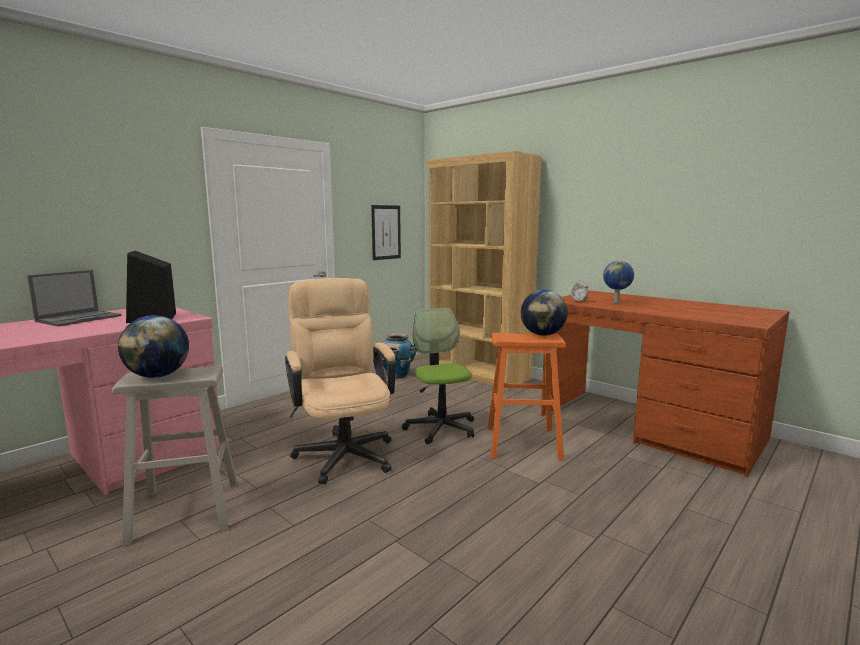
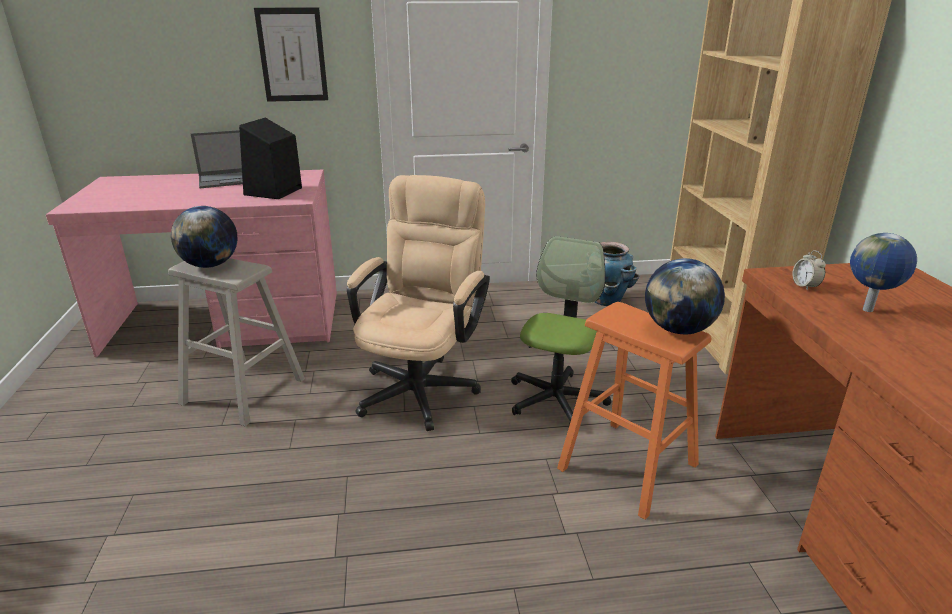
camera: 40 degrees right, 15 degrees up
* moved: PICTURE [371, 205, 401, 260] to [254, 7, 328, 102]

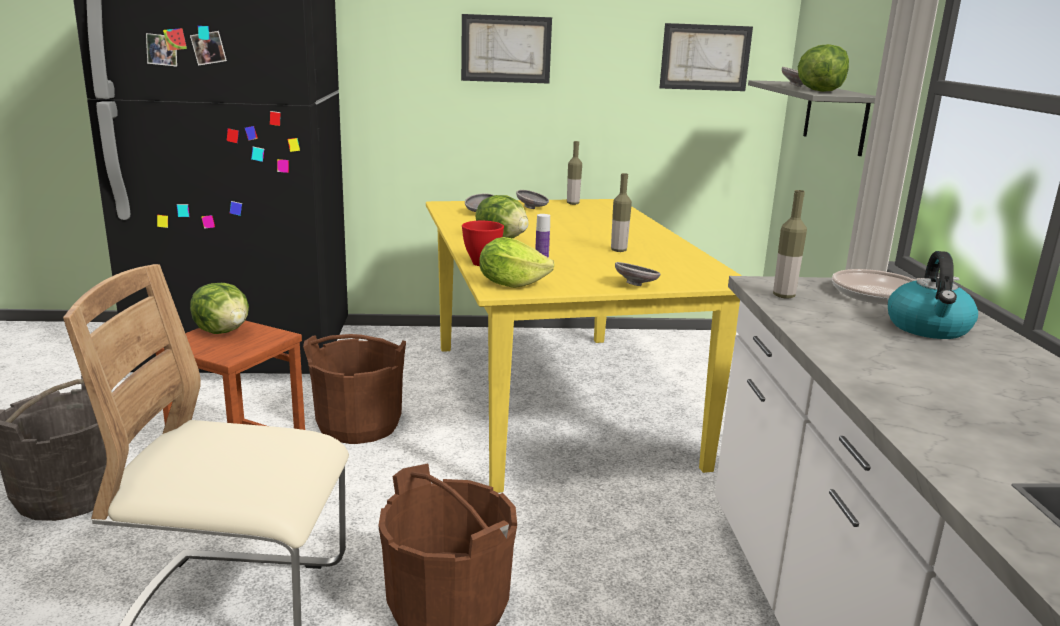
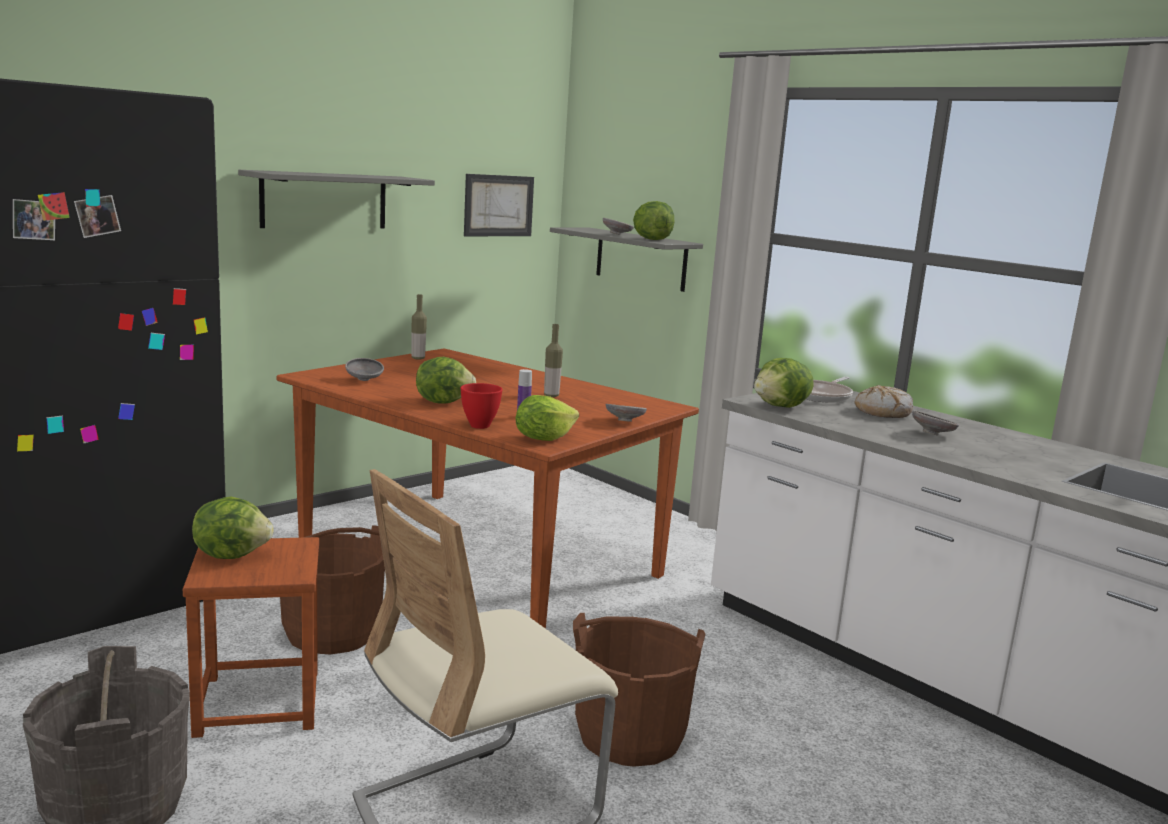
camera: 40 degrees left, 5 degrees down
* recoloured: YELLOW DINING TABLE [426, 199, 742, 493] to BROWN DINING TABLE [276, 348, 699, 629]
* replaced: PICTURE [461, 14, 552, 84] to GREY SHELF [238, 170, 435, 228]
* moved: GREY BOWL [516, 190, 549, 209] to [912, 410, 959, 436]
* replaced: BOTTLE [773, 190, 807, 298] to LETTUCE [754, 358, 814, 408]
* replaced: KETTLE [888, 251, 978, 339] to BREAD [855, 385, 913, 418]

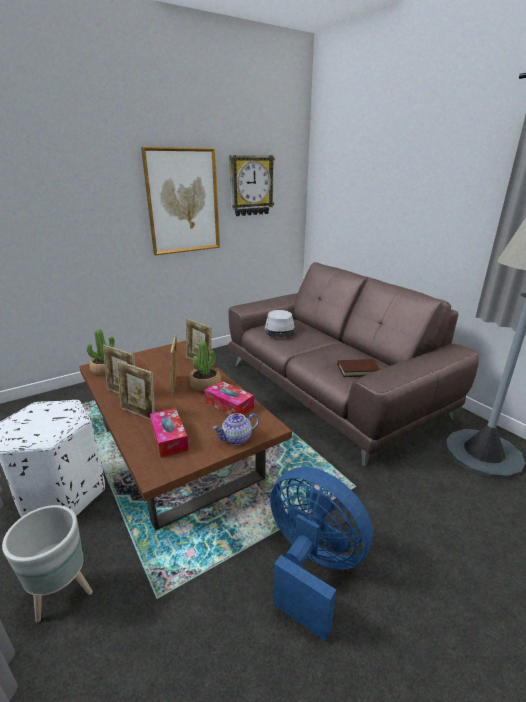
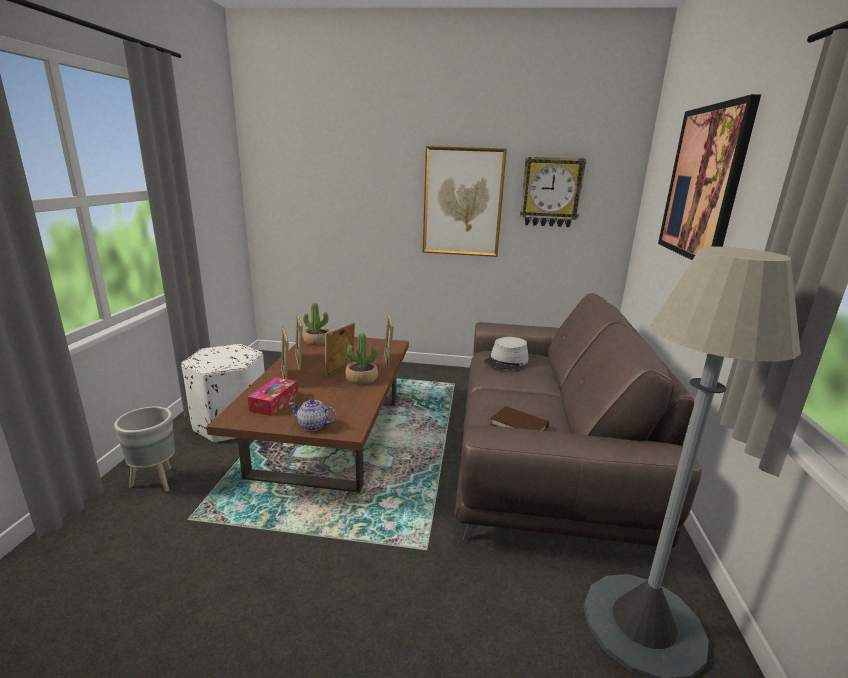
camera: 40 degrees right, 5 degrees down
* removed: TISSUE BOX [204, 381, 254, 415]
* removed: BLUE FAN [270, 467, 373, 642]
* added: PICTURE [658, 94, 761, 260]

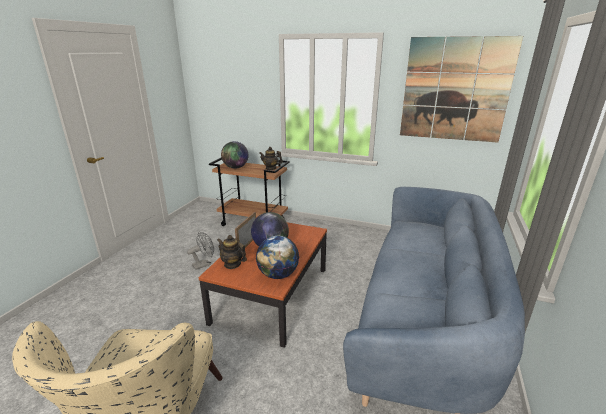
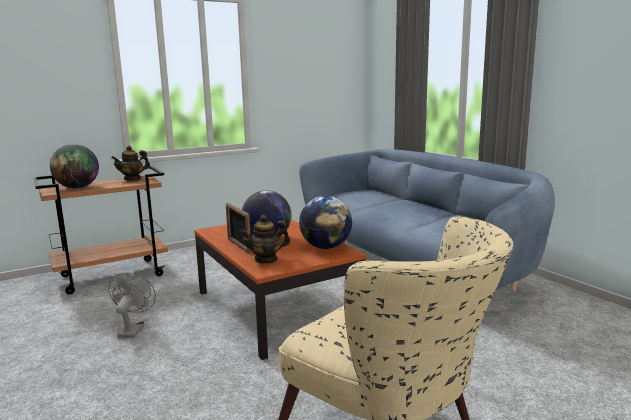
camera: 50 degrees left, 10 degrees down
* removed: PICTURE [400, 36, 523, 143]

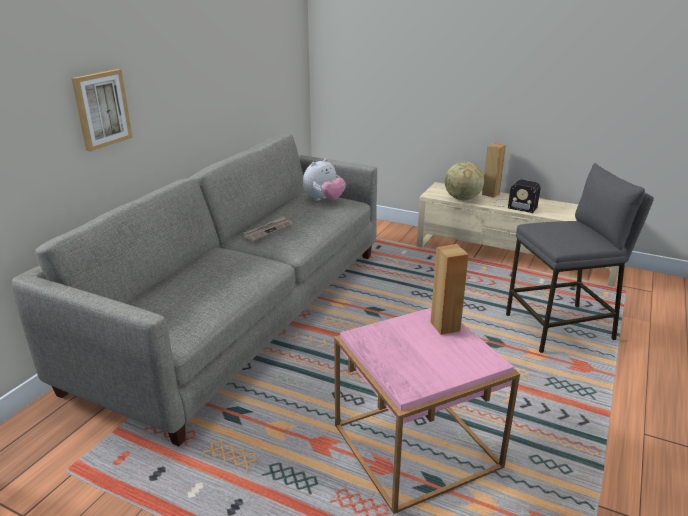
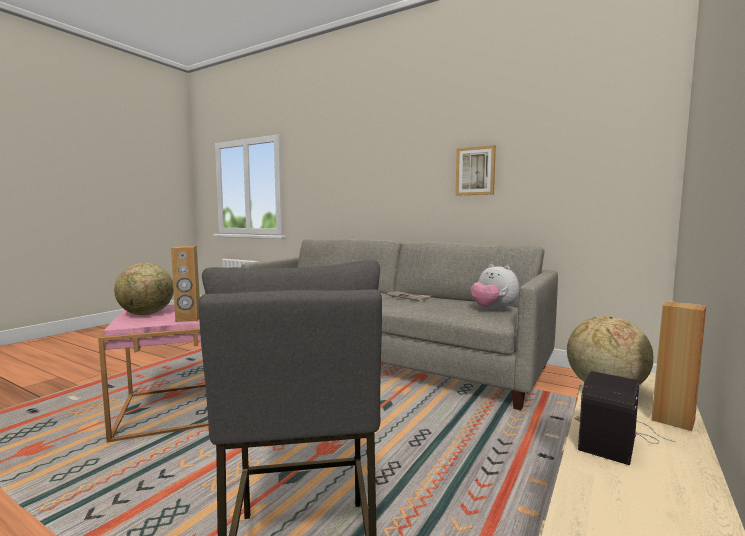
camera: 95 degrees right, 20 degrees down
* moved: PICTURE [71, 69, 133, 151] to [456, 145, 496, 196]
* added: GLOBE [114, 263, 174, 315]

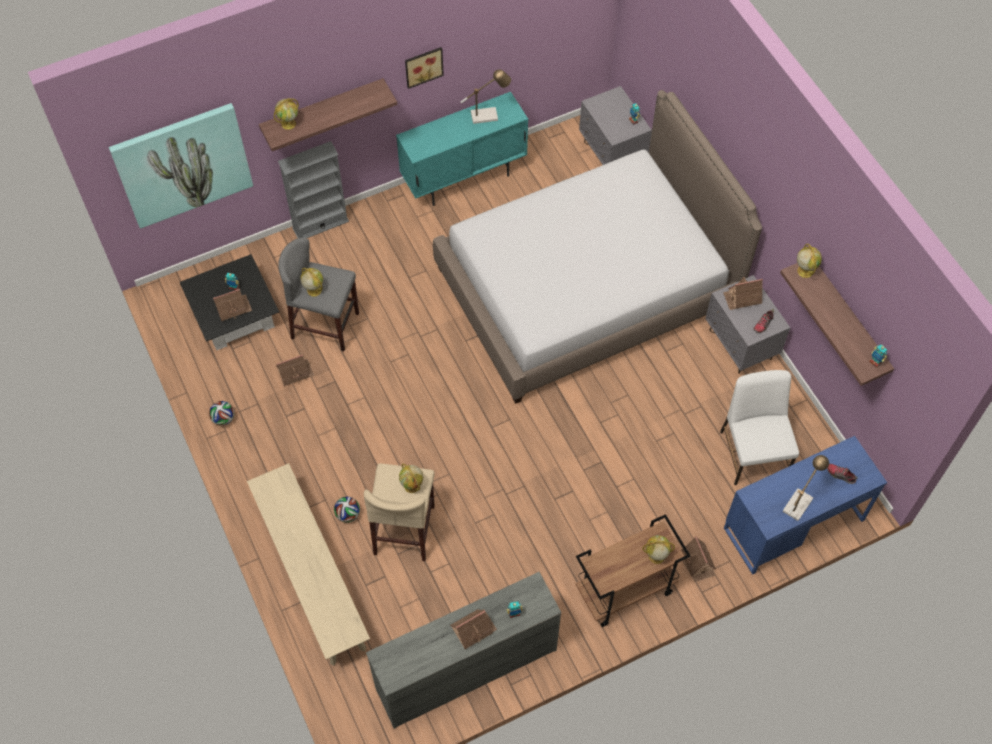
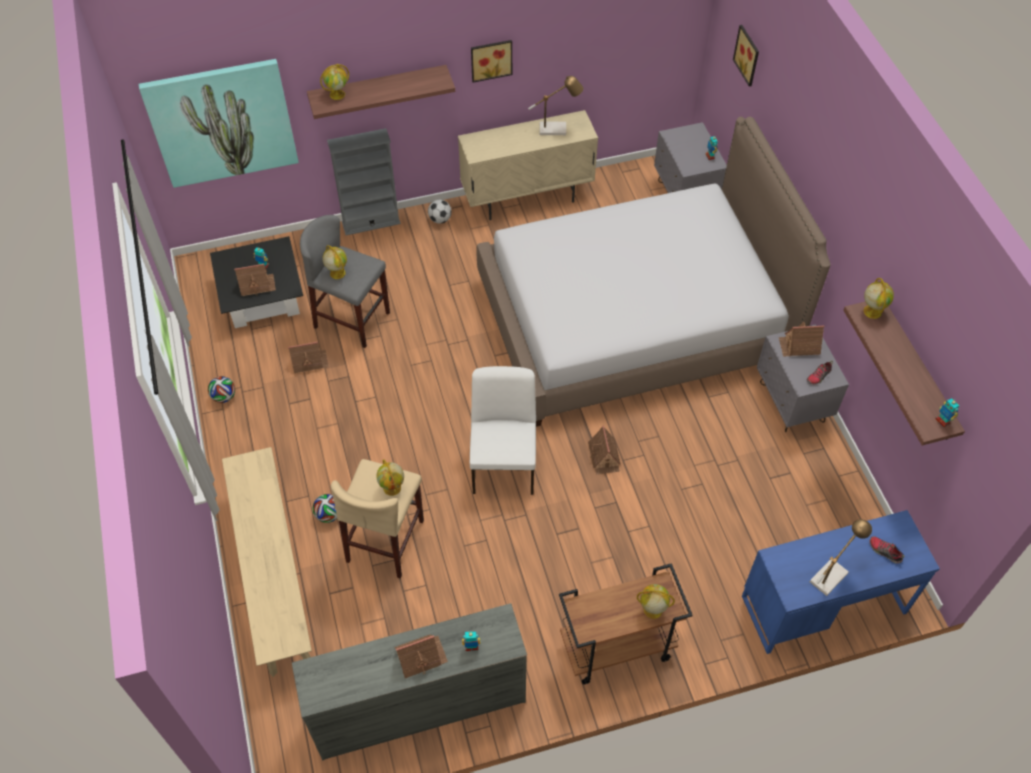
camera: 10 degrees right, 5 degrees down
* recoloured: TURQUOISE CABINET [396, 92, 528, 206] to BEIGE CABINET [458, 110, 598, 220]
* moved: TOY HOUSE [681, 536, 716, 582] to [588, 425, 621, 474]
* moved: WHITE CHAIR [720, 370, 799, 485] to [470, 366, 536, 495]
* added: FOOTBALL [428, 200, 452, 224]
* added: PICTURE [733, 25, 759, 87]

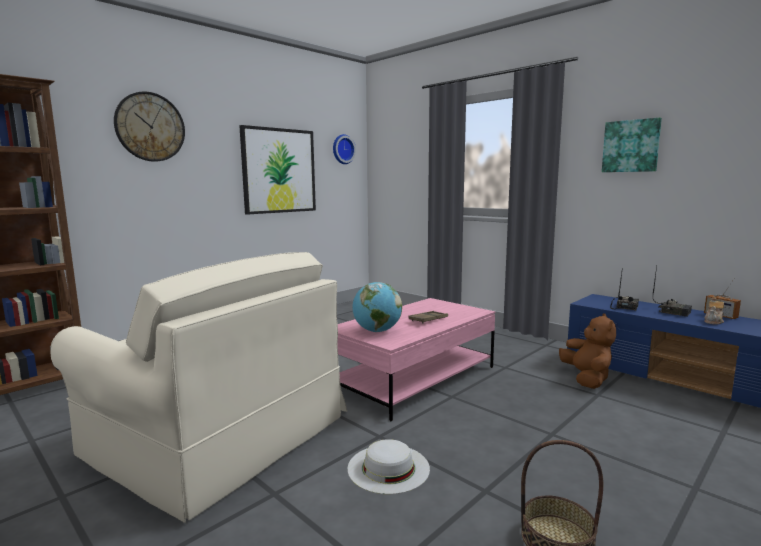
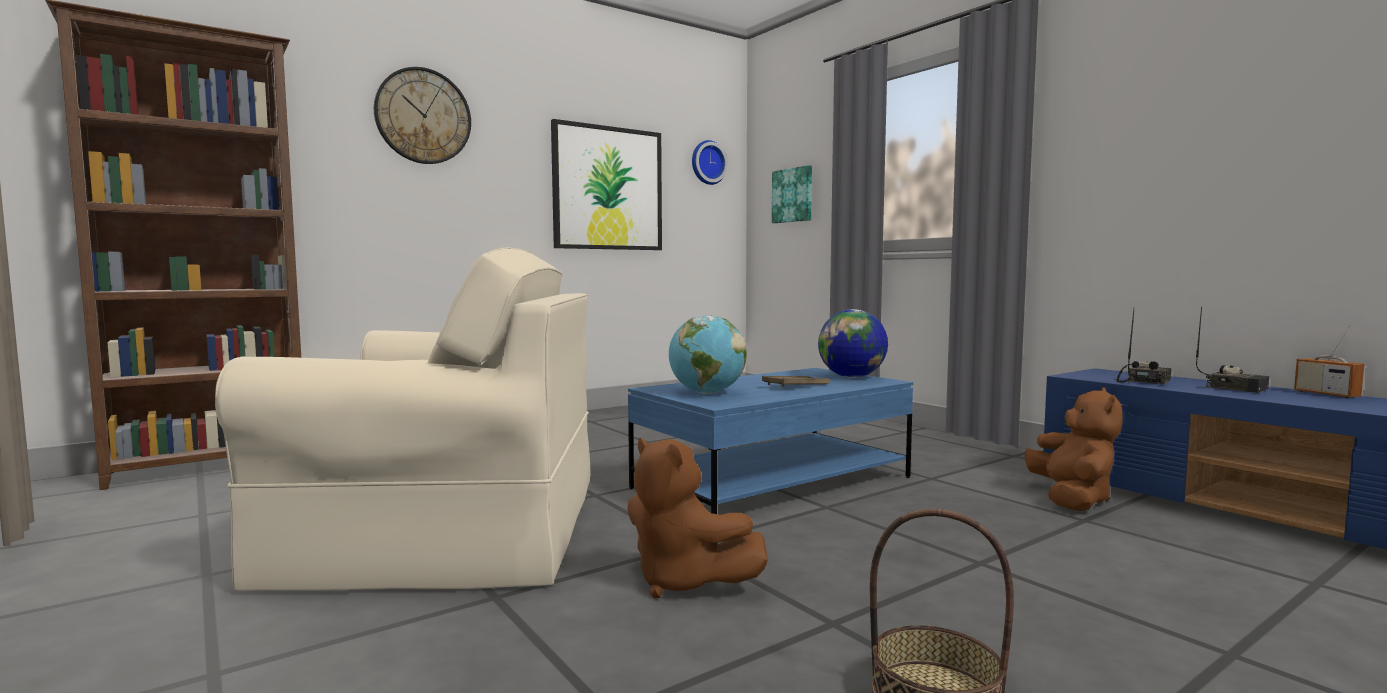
camera: 10 degrees right, 5 degrees down
* turned: BEIGE ARMCHAIR [50, 252, 347, 523] = [215, 247, 591, 591] 45 degrees counterclockwise
* recoloured: PINK COFFEE TABLE [337, 298, 495, 421] to BLUE COFFEE TABLE [628, 368, 913, 514]
* replaced: WHITE HAT [348, 439, 430, 494] to BROWN PLUSH TOY [627, 438, 768, 598]
* moved: PICTURE [602, 118, 662, 172] to [772, 165, 812, 223]
* removed: TEAPOT [704, 297, 724, 325]
* added: GLOBE [818, 309, 888, 378]

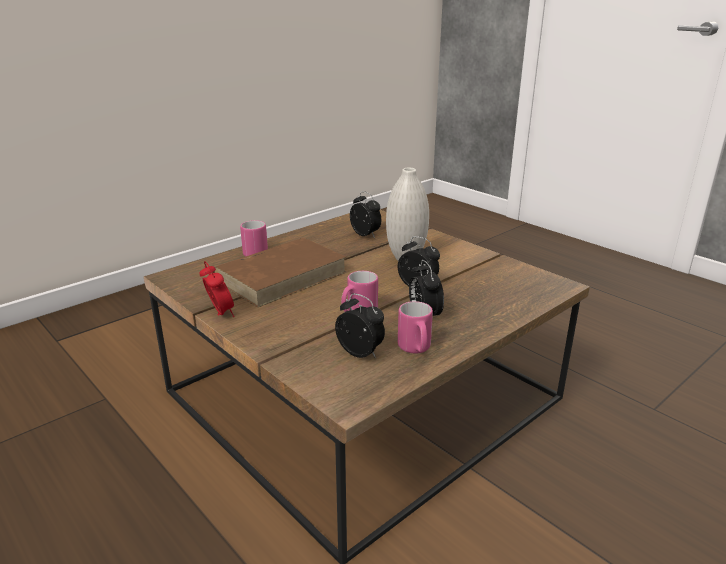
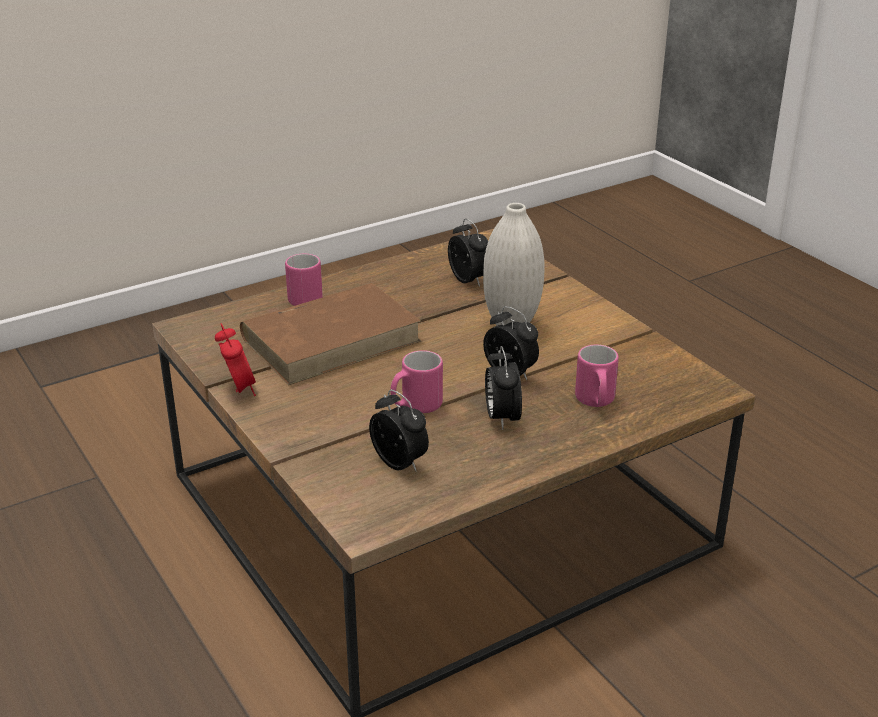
camera: 10 degrees right, 5 degrees up
* moved: PINK MUG [398, 301, 433, 353] to [575, 345, 619, 407]

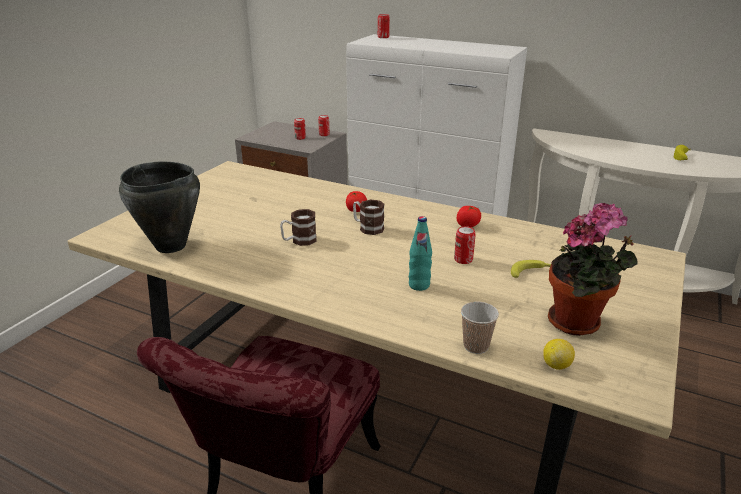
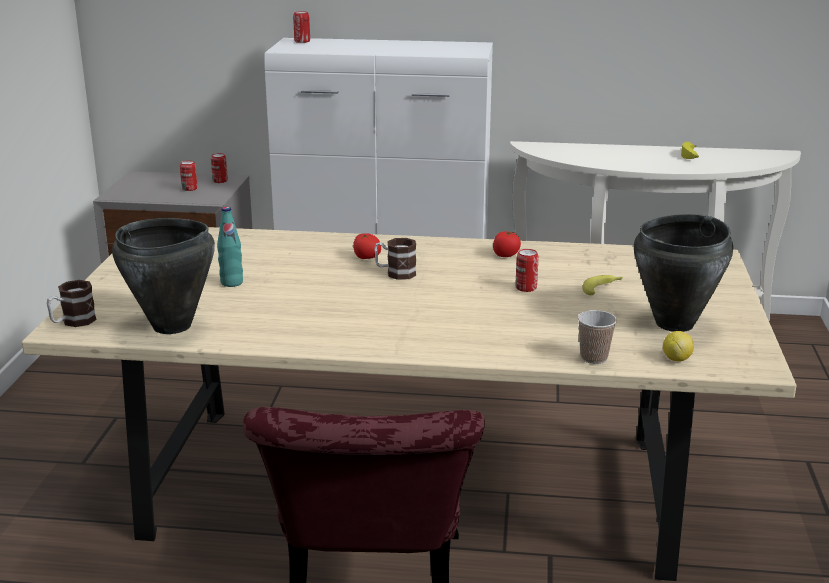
camera: 20 degrees left, 5 degrees down
* moved: MUG [280, 209, 317, 246] to [47, 280, 97, 327]
* moved: TURQUOISE BOTTLE [409, 216, 432, 291] to [217, 207, 243, 287]
* replaced: POTTED PLANT [548, 203, 638, 336] to BLACK COOKING POT [634, 214, 733, 332]

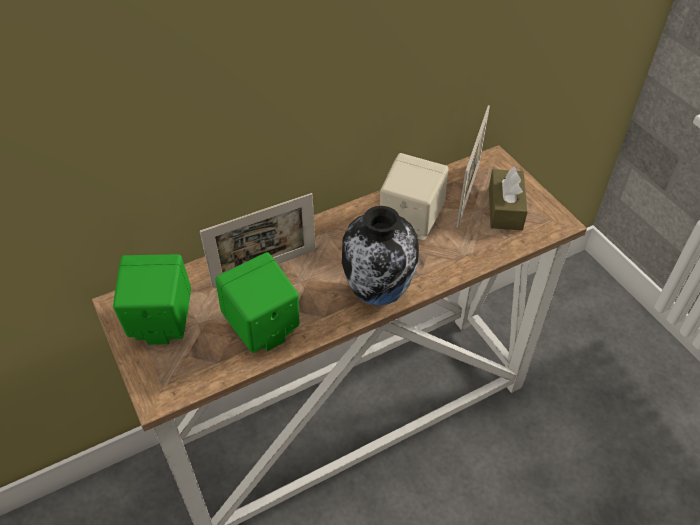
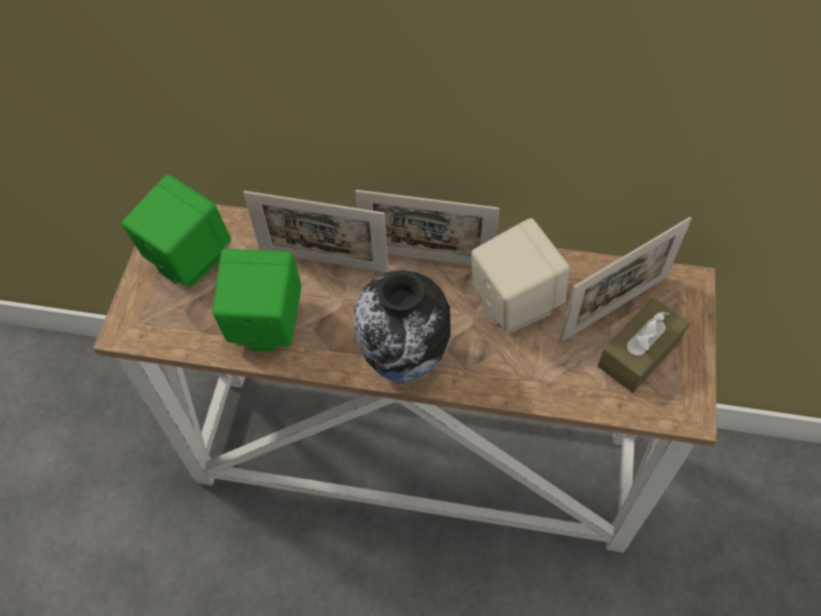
camera: 40 degrees right, 10 degrees up
* added: PICTURE FRAME [355, 190, 500, 266]

